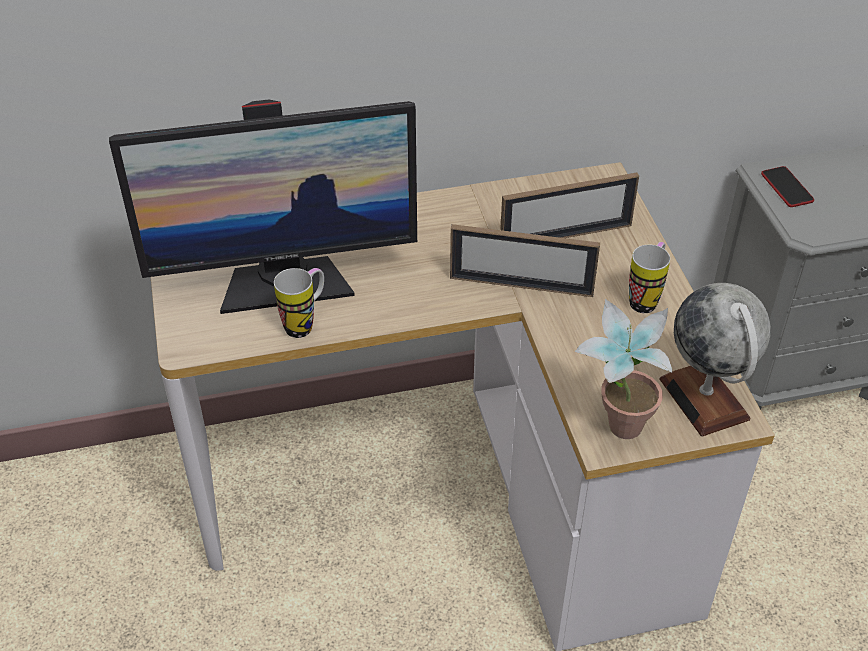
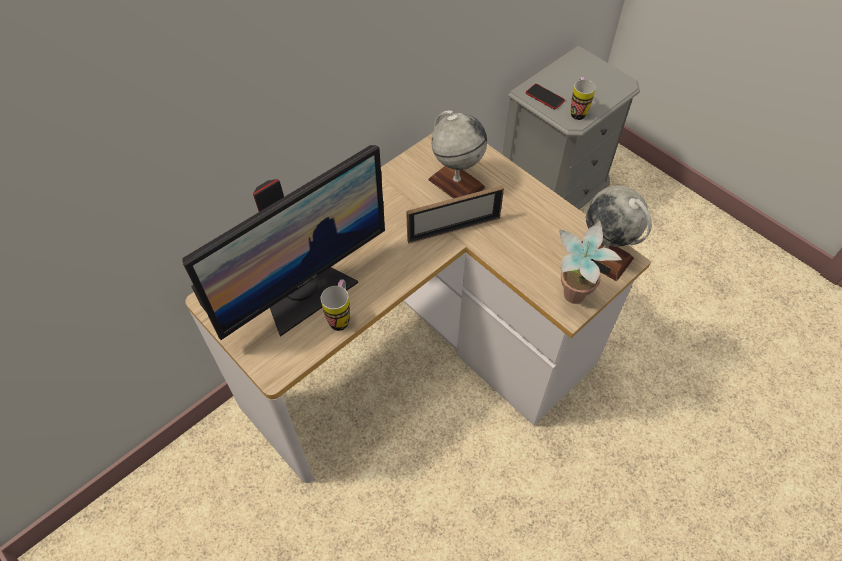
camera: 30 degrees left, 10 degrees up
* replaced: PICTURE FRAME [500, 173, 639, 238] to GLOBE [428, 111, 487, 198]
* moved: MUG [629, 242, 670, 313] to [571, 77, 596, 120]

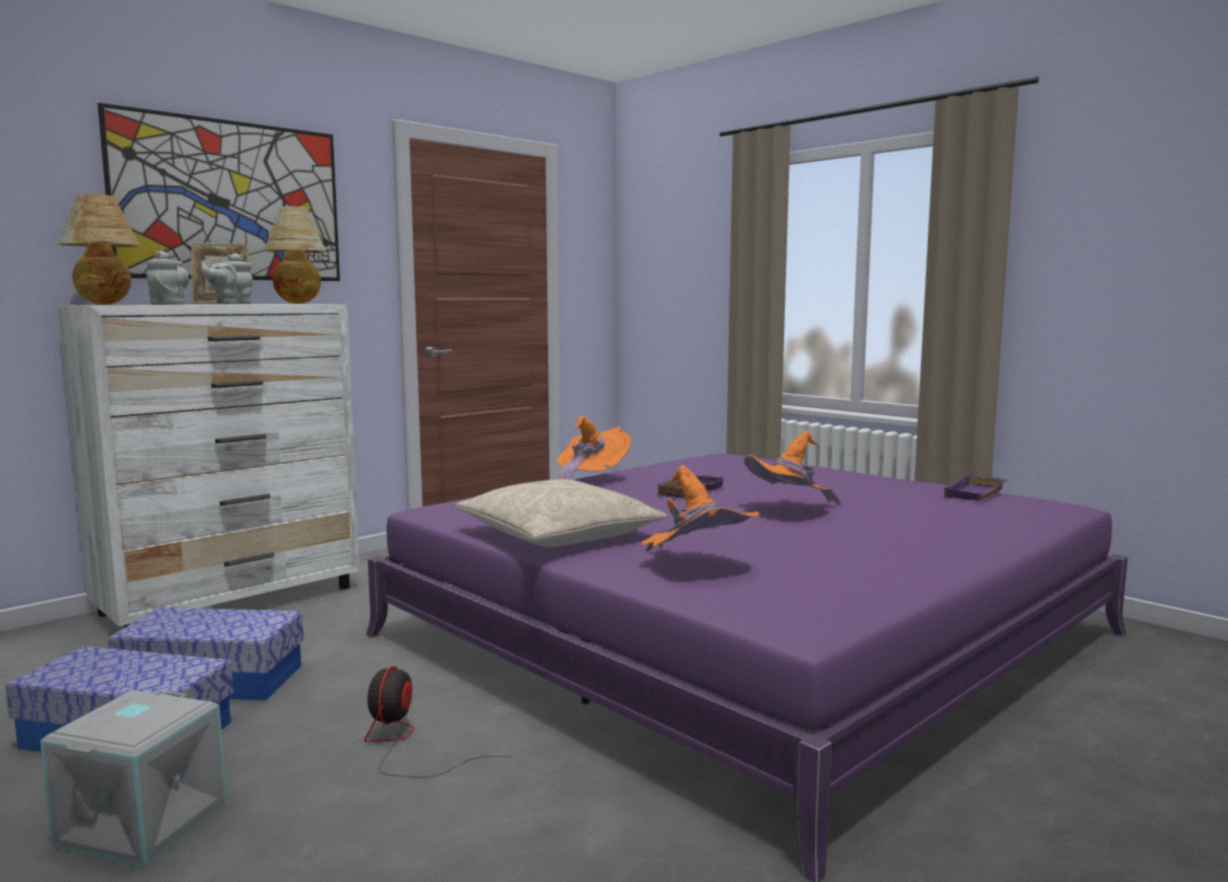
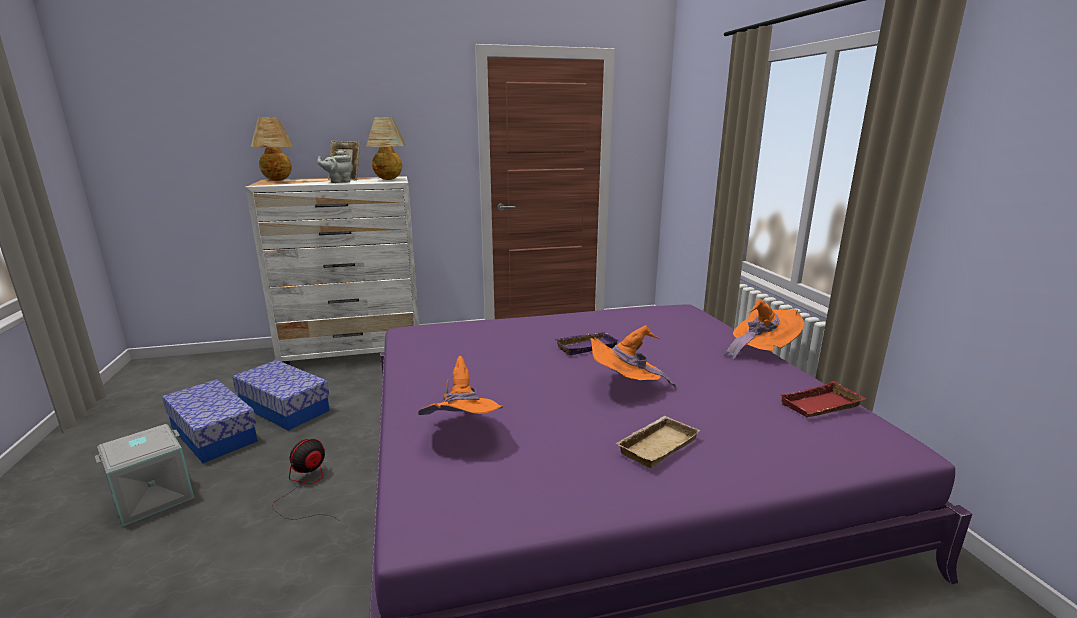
camera: 30 degrees right, 10 degrees up
* removed: PICTURE [98, 103, 340, 281]
* removed: GREY TEAPOT [147, 251, 189, 304]
* removed: BEIGE PILLOW [455, 479, 668, 547]
* moved: ORANGE HAT [555, 415, 631, 480] to [724, 299, 804, 360]
* recoloured: PURPLE TRAY [942, 473, 1008, 501] to RED TRAY [780, 381, 867, 417]
* added: BEIGE TRAY [615, 416, 700, 468]

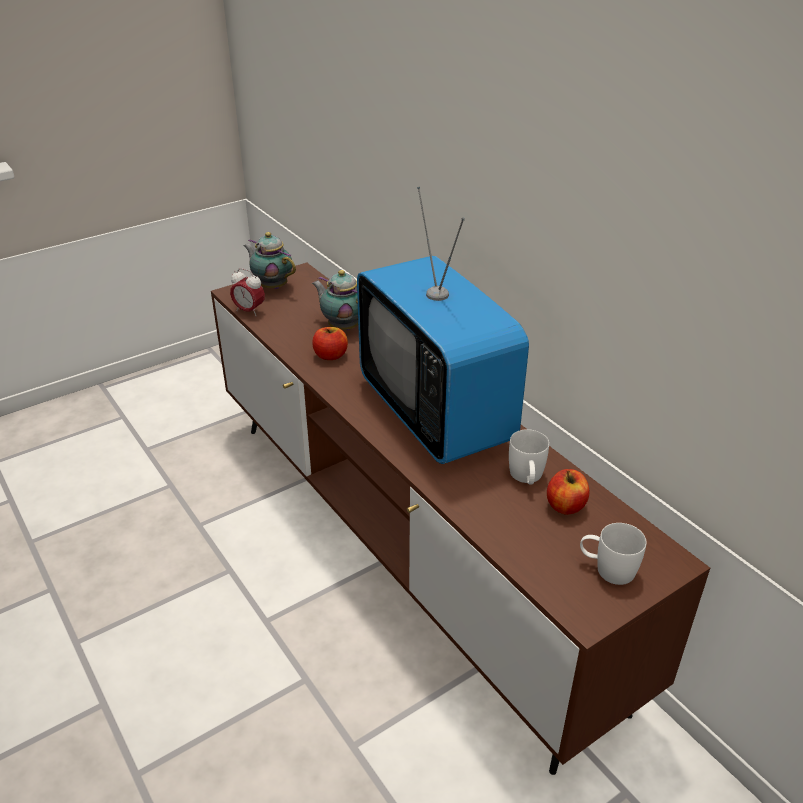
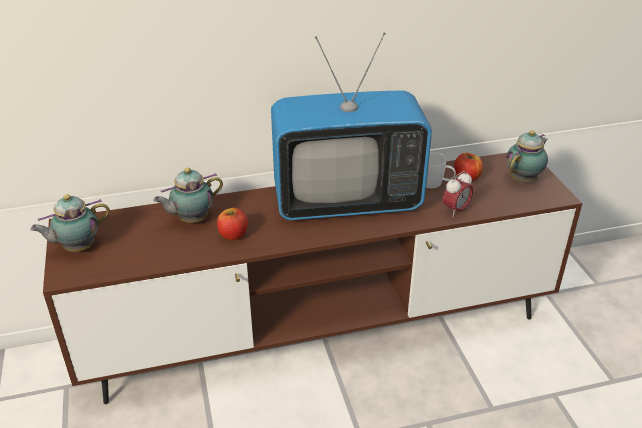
camera: 70 degrees left, 0 degrees up
* moved: ALARM CLOCK [230, 268, 265, 316] to [443, 171, 473, 217]
* replaced: WHITE MUG [580, 523, 646, 585] to TEAPOT [506, 130, 548, 182]

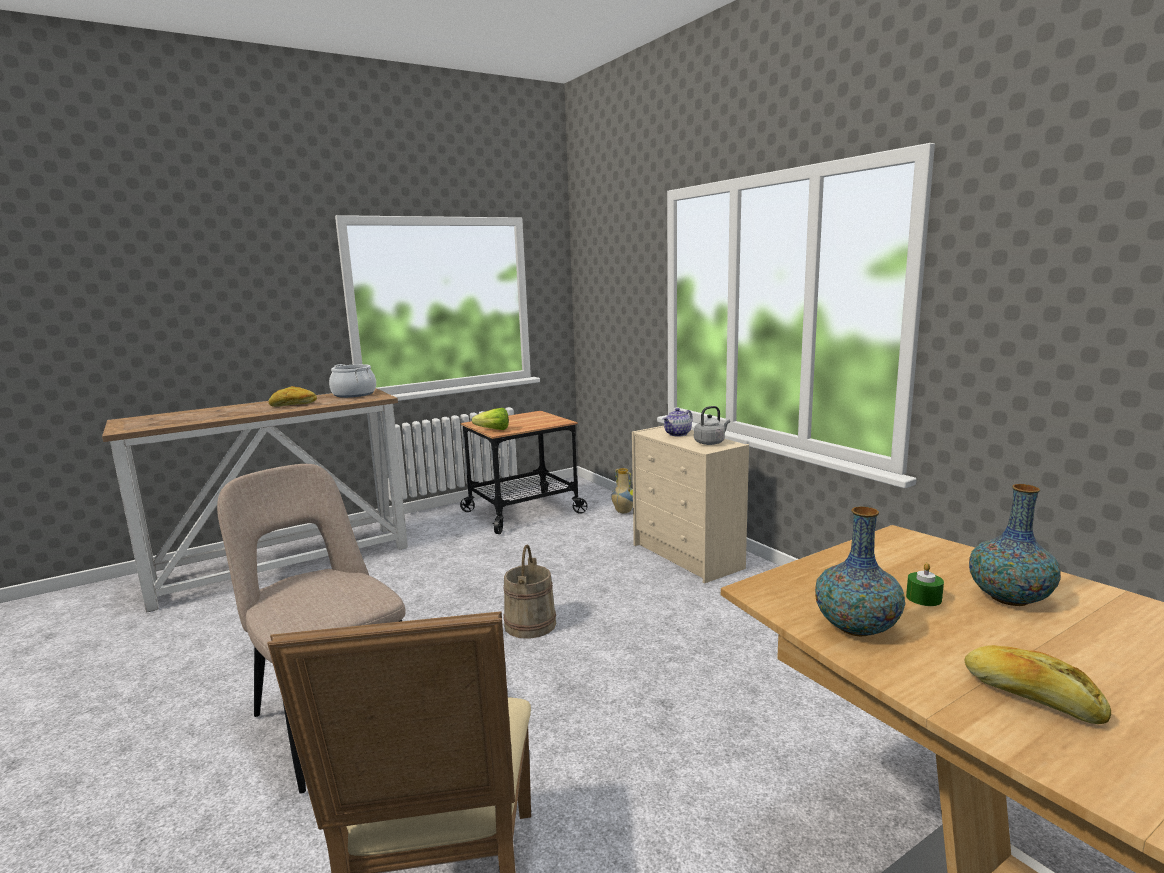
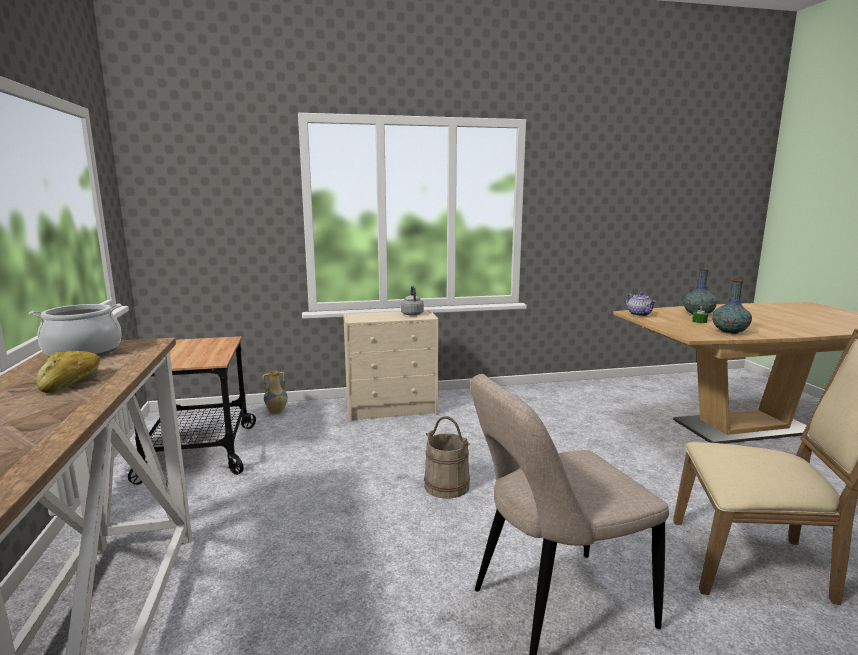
camera: 70 degrees left, 0 degrees up
* removed: LETTUCE [472, 408, 509, 430]
* moved: TEAPOT [663, 408, 693, 437] to [625, 292, 656, 316]
* removed: BREAD [965, 645, 1111, 724]

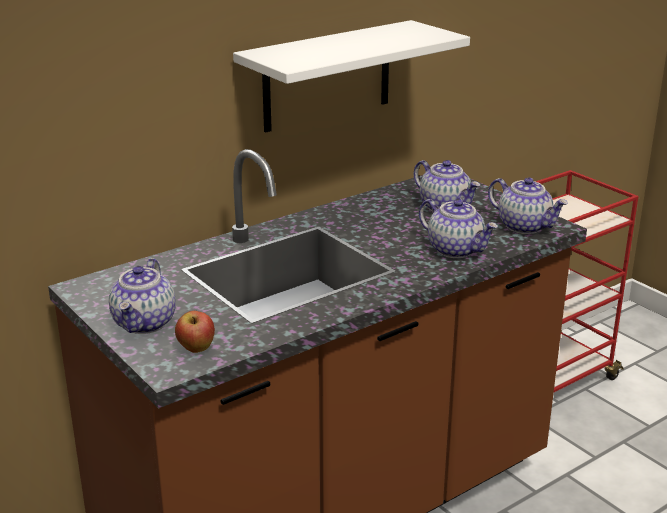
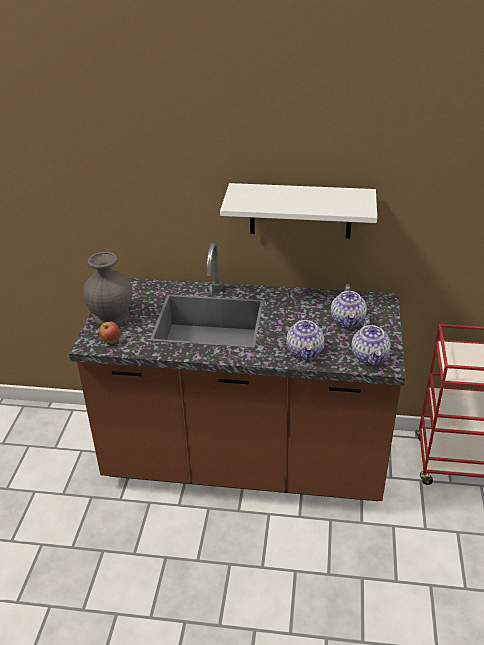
camera: 45 degrees right, 10 degrees up
* replaced: TEAPOT [109, 258, 176, 334] to GREY VASE [83, 252, 133, 326]

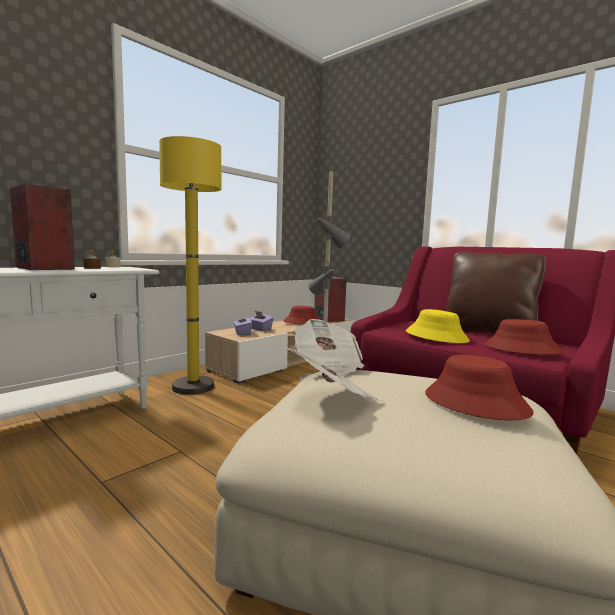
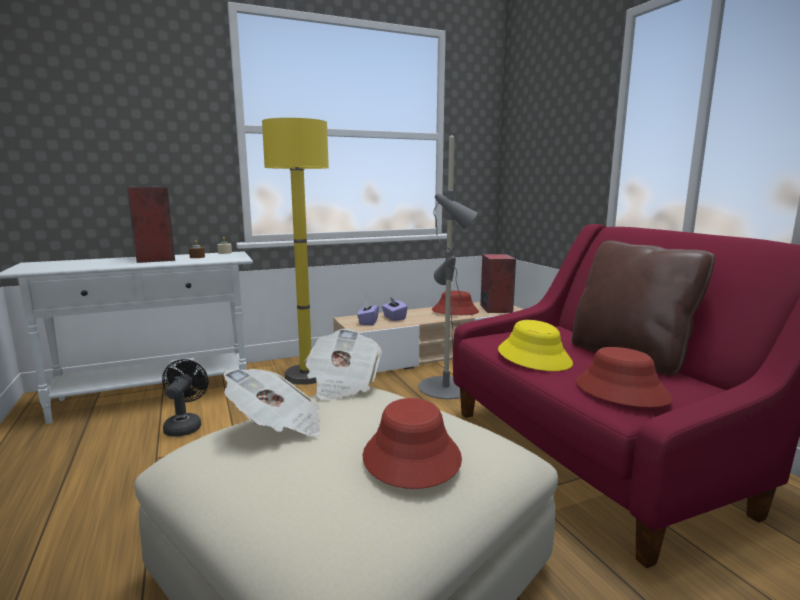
camera: 25 degrees right, 5 degrees up
* added: BLACK FAN [162, 359, 208, 437]

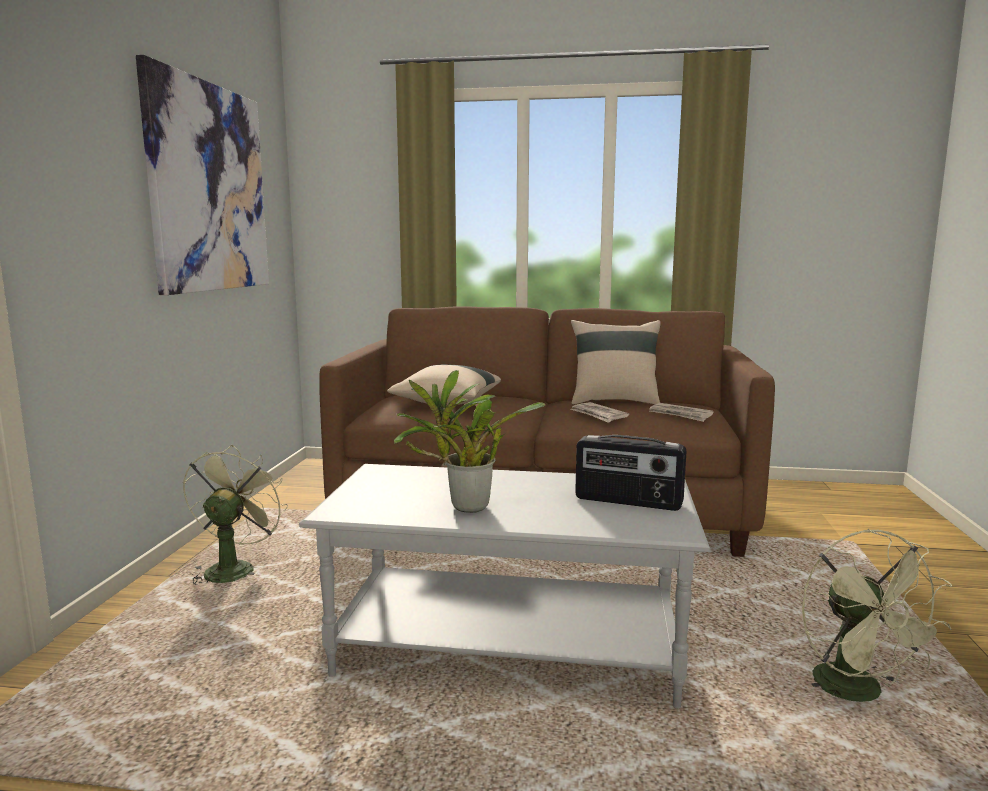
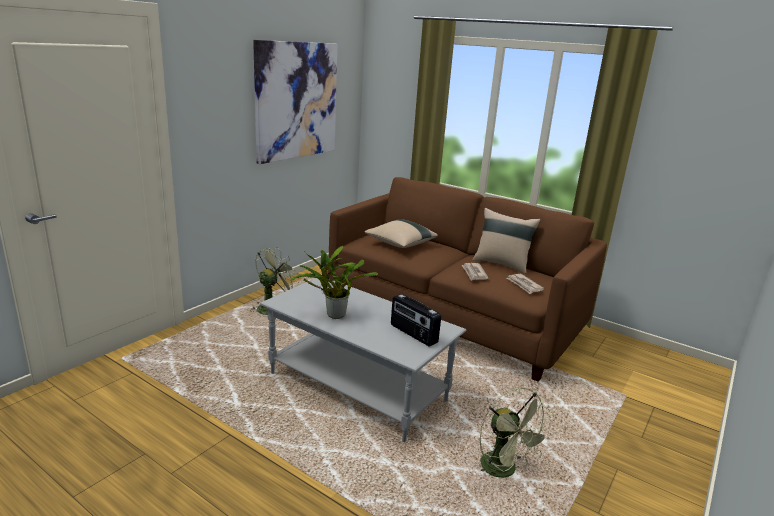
camera: 25 degrees right, 10 degrees up
* turned: GREEN FAN [802, 529, 952, 702] = [480, 388, 553, 478] 45 degrees counterclockwise

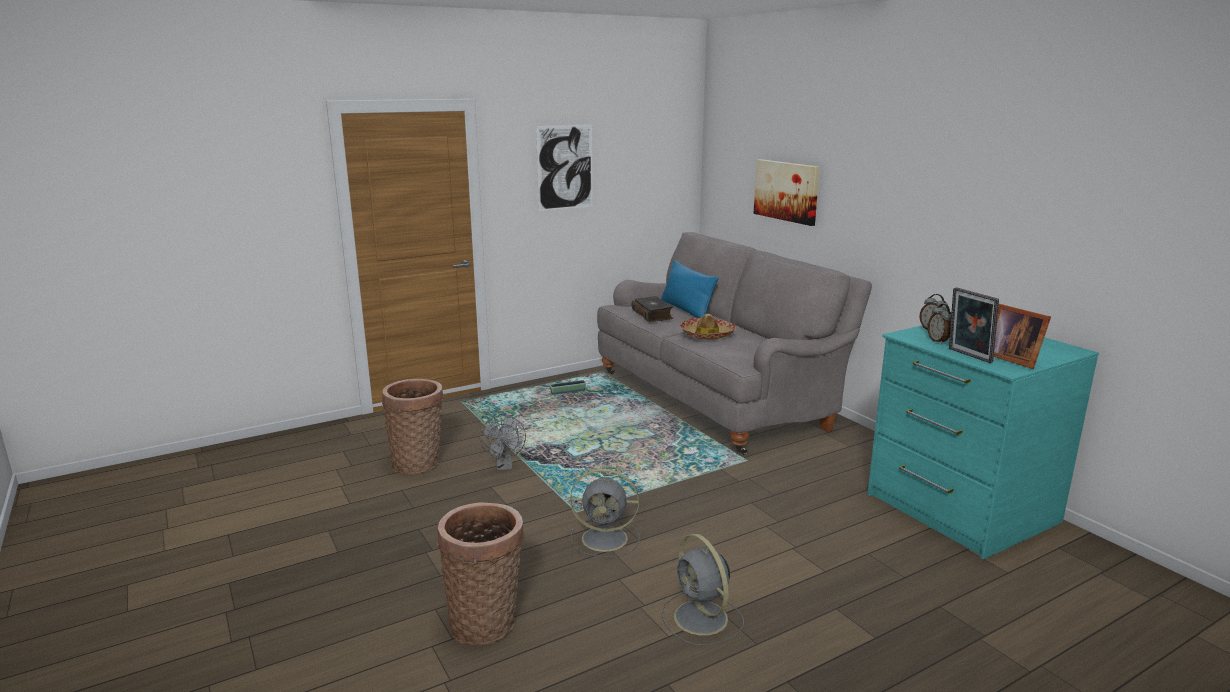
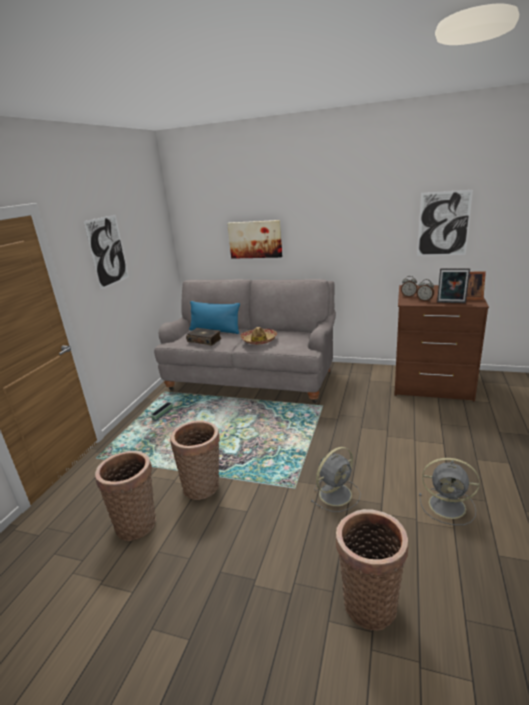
camera: 40 degrees left, 5 degrees up
* replaced: GREY FAN [480, 415, 526, 470] to BASKET [170, 420, 220, 500]
* recoloured: TURQUOISE DRESSER [867, 325, 1099, 559] to BROWN DRESSER [394, 285, 489, 402]
* added: PICTURE [417, 190, 473, 256]

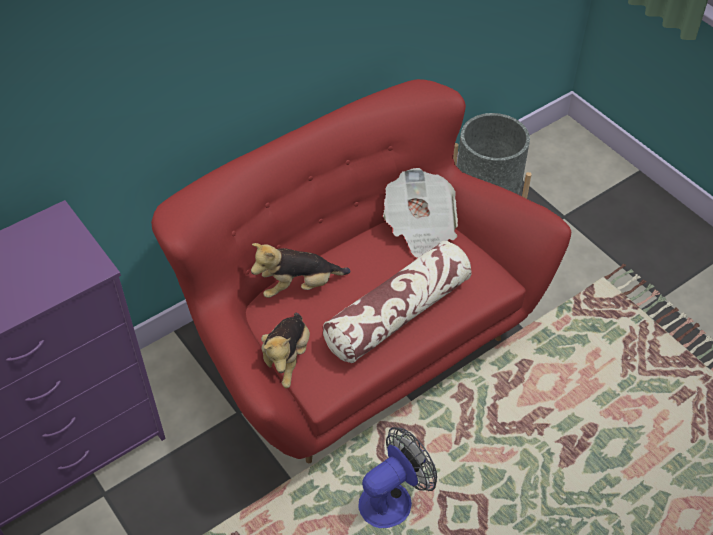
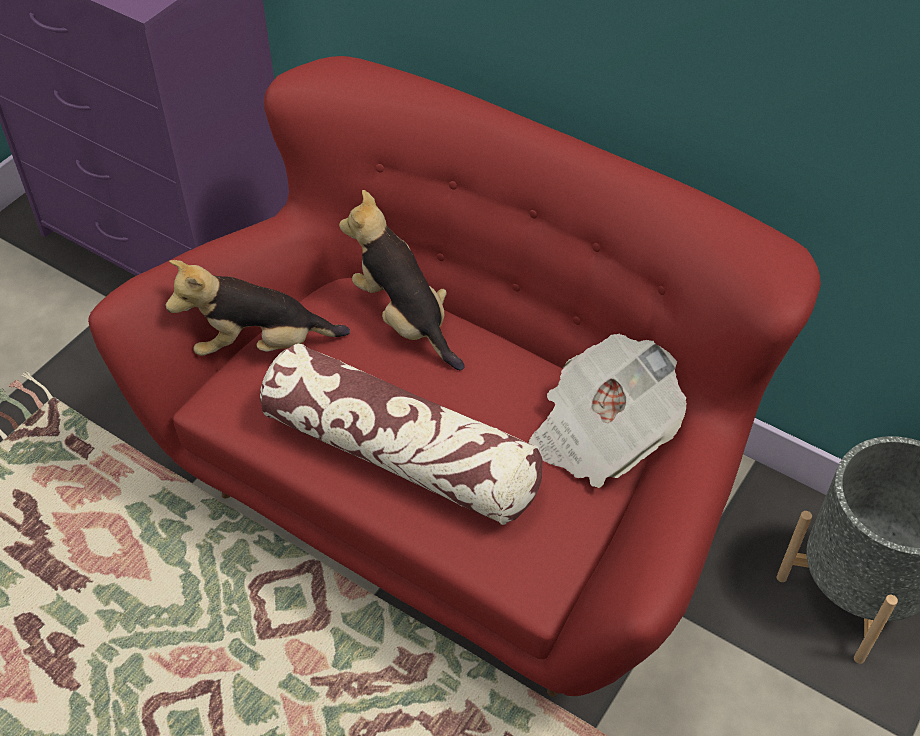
camera: 70 degrees right, 0 degrees up
* removed: FAN [359, 427, 437, 528]

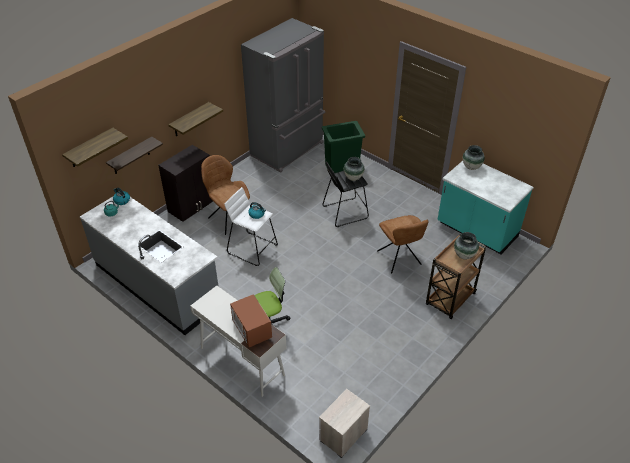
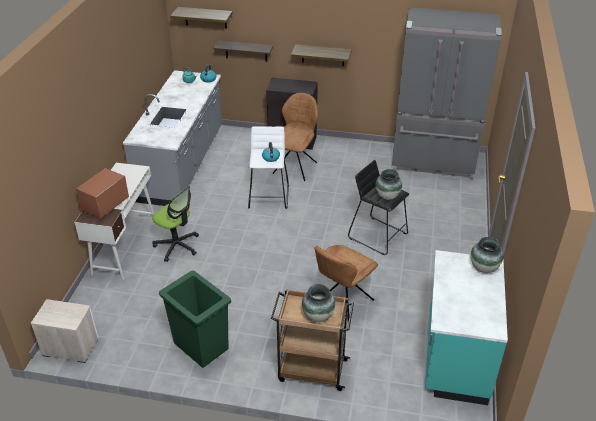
camera: 60 degrees right, 5 degrees down
* moved: GREEN TRASH CAN [322, 121, 365, 173] to [159, 270, 231, 368]

